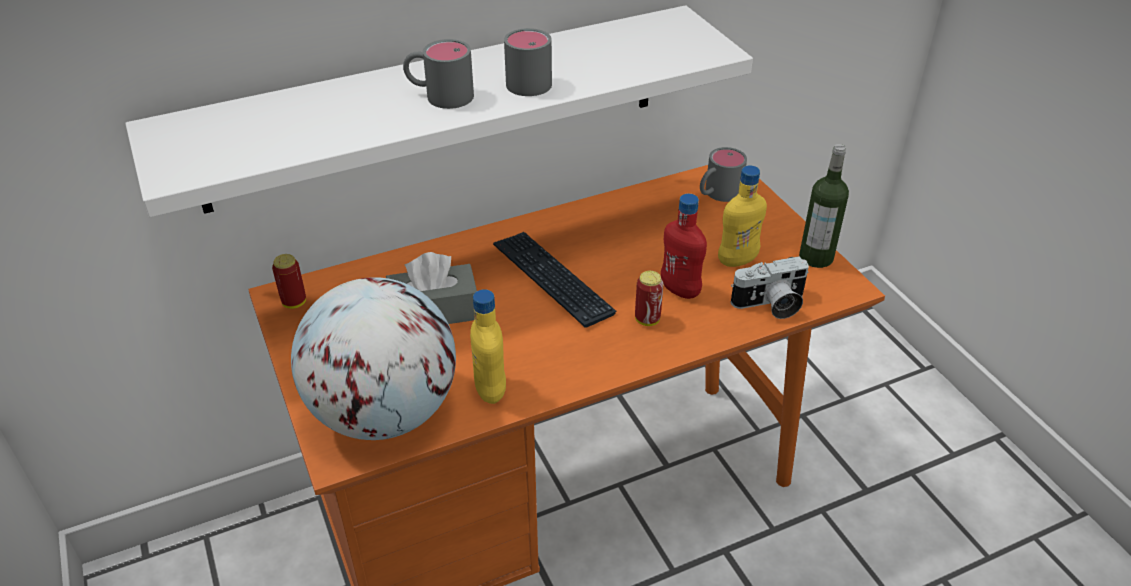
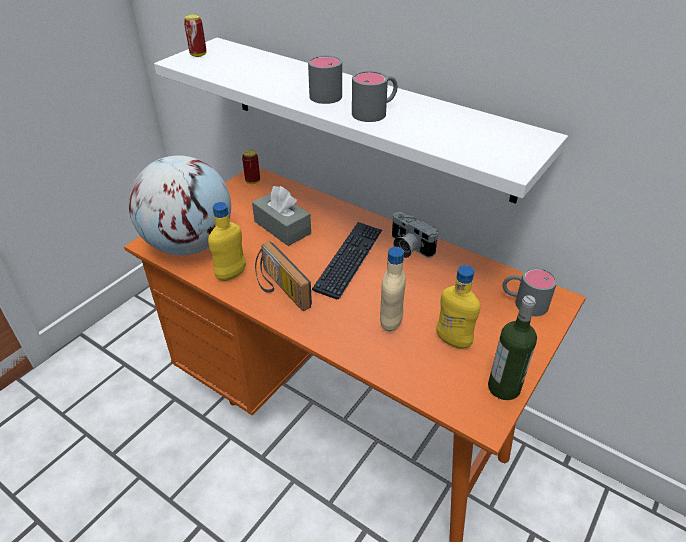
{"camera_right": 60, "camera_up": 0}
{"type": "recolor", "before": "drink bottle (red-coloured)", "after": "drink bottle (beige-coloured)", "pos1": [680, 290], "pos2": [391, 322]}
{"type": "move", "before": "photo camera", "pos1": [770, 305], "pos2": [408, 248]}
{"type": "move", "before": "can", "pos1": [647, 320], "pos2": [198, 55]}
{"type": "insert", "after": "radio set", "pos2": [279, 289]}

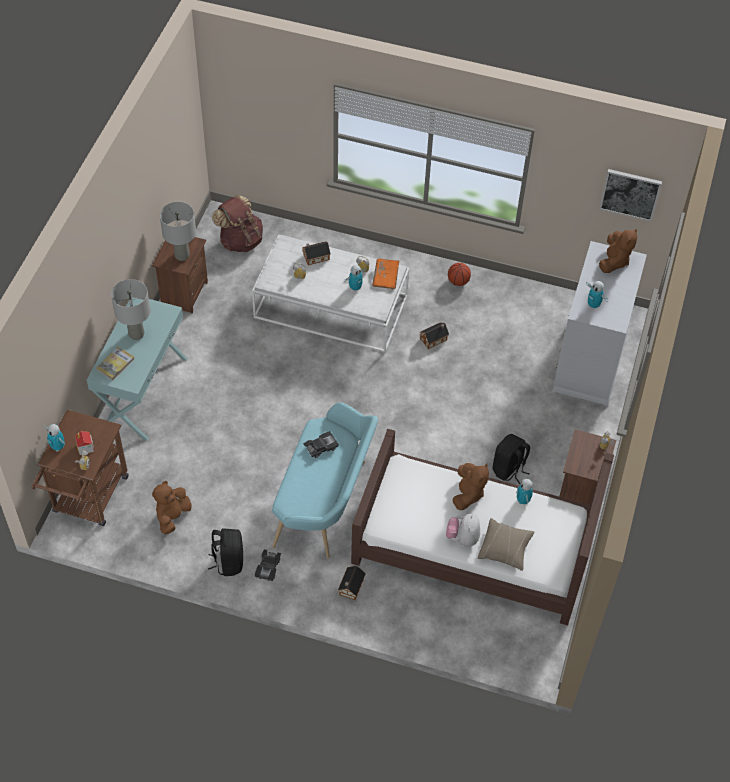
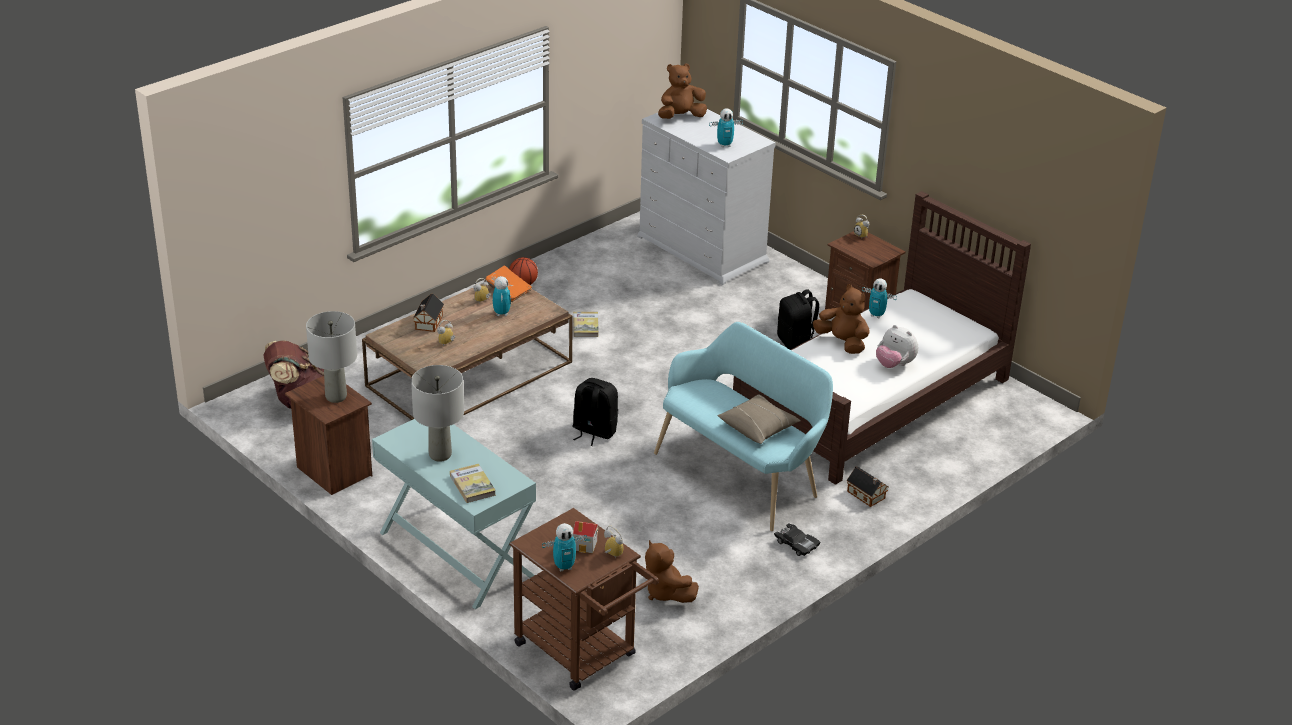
{"camera_right": -60, "camera_up": -20}
{"type": "delete", "before": "wall picture", "pos1": [630, 194]}
{"type": "rotate", "before": "plush toy (brown-coloured)", "pos1": [614, 261], "pos2": [681, 117], "turn": -75}
{"type": "recolor", "before": "low table (whitish)", "after": "low table (brown-coloured)", "pos1": [330, 306], "pos2": [469, 375]}
{"type": "replace", "before": "miniature house", "after": "volume", "pos1": [434, 339], "pos2": [585, 326]}
{"type": "delete", "before": "miniature car (blackish)", "pos1": [321, 447]}
{"type": "move", "before": "cushion (beige-coloured)", "pos1": [505, 549], "pos2": [758, 427]}
{"type": "move", "before": "knapsack (blackish)", "pos1": [228, 561], "pos2": [593, 431]}

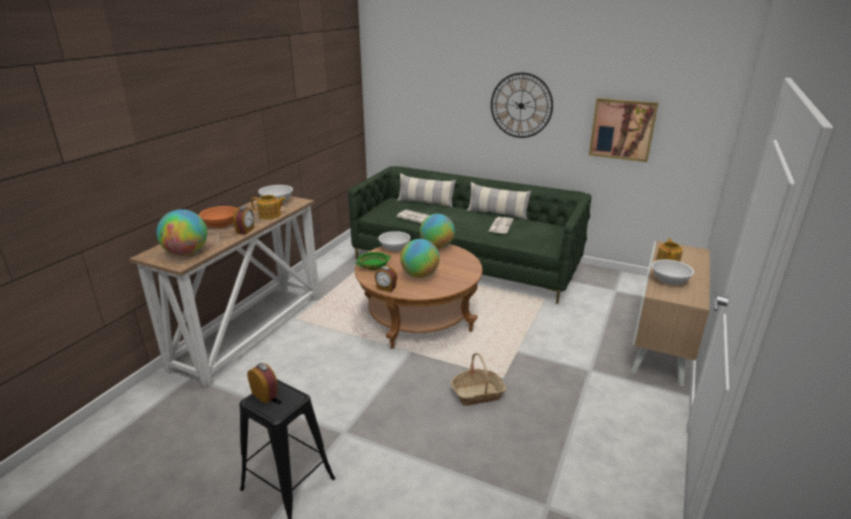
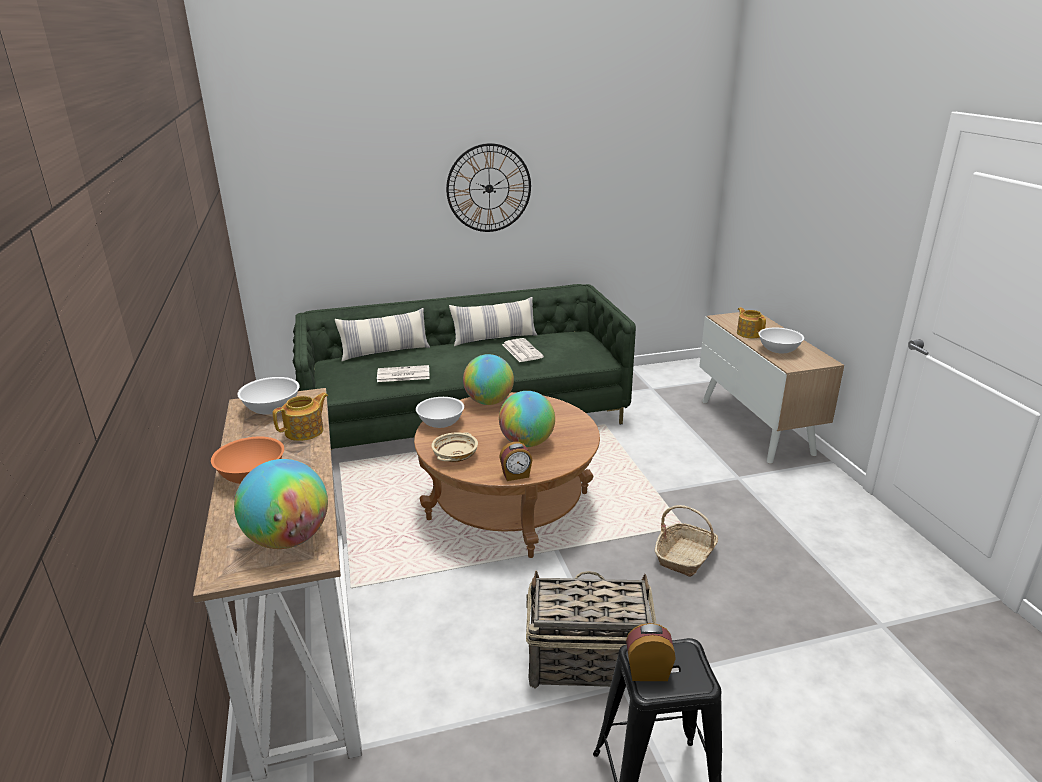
{"camera_right": -40, "camera_up": 0}
{"type": "delete", "before": "wall picture", "pos1": [622, 129]}
{"type": "delete", "before": "table clock", "pos1": [245, 231]}
{"type": "recolor", "before": "deep dish (green-coloured)", "after": "deep dish (beige-coloured)", "pos1": [373, 267], "pos2": [455, 456]}
{"type": "insert", "after": "household basket", "pos2": [587, 661]}

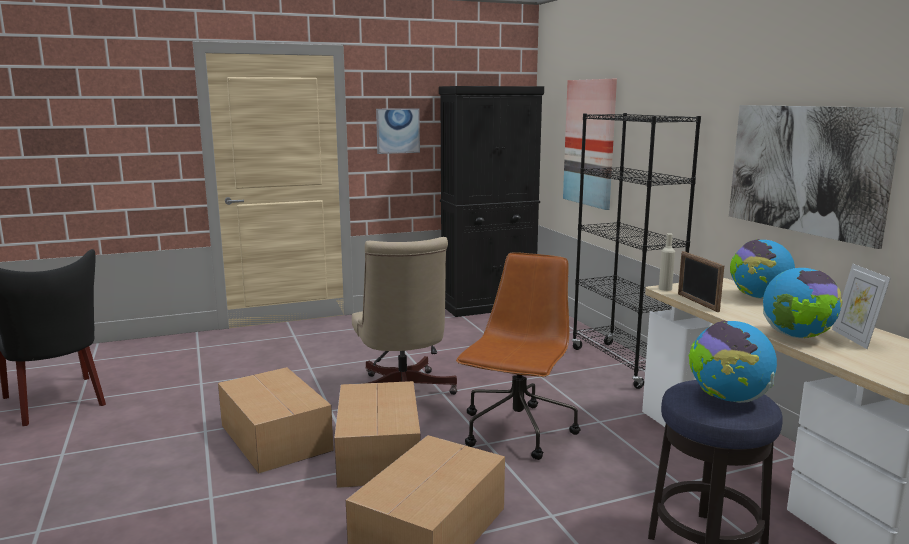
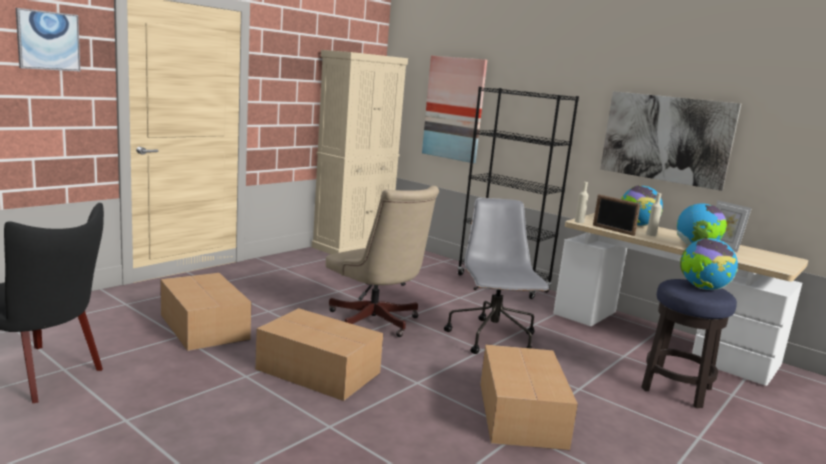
{"camera_right": -30, "camera_up": 0}
{"type": "recolor", "before": "cupboard (blackish)", "after": "cupboard (beige-coloured)", "pos1": [488, 305], "pos2": [353, 246]}
{"type": "move", "before": "wall picture", "pos1": [397, 131], "pos2": [48, 40]}
{"type": "recolor", "before": "office chair (brown-coloured)", "after": "office chair (gray)", "pos1": [517, 432], "pos2": [493, 339]}
{"type": "move", "before": "packing box", "pos1": [379, 452], "pos2": [204, 326]}
{"type": "insert", "after": "drink bottle (beige-coloured)", "pos2": [651, 234]}

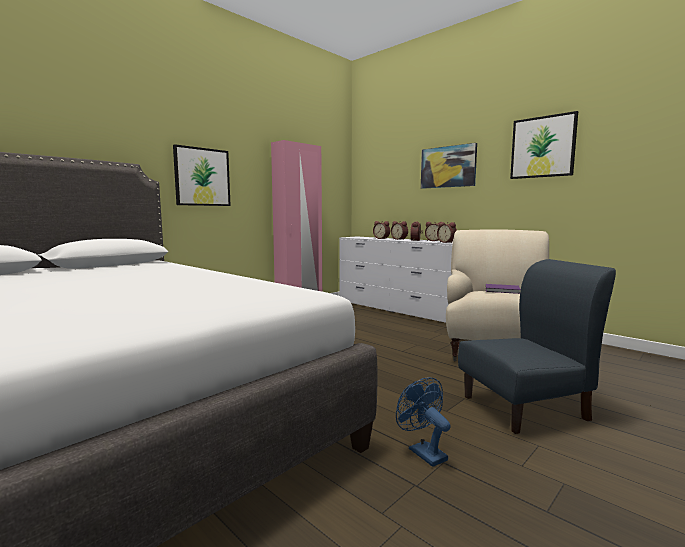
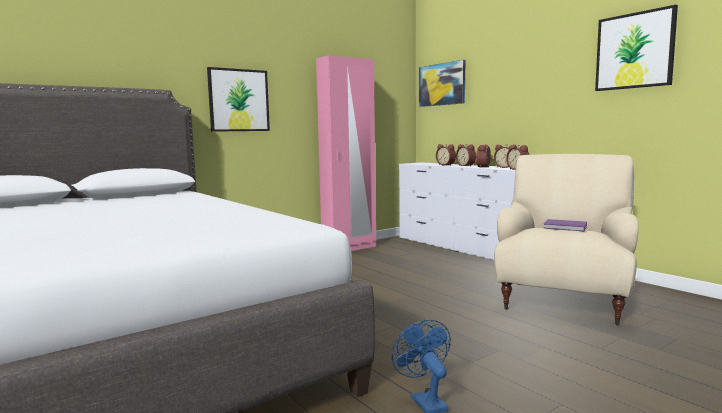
{"camera_right": 10, "camera_up": 0}
{"type": "move", "before": "wall picture", "pos1": [448, 167], "pos2": [442, 84]}
{"type": "delete", "before": "upright chair (bluish)", "pos1": [525, 408]}

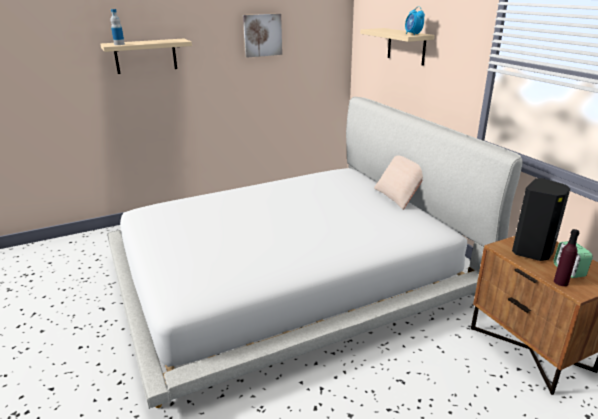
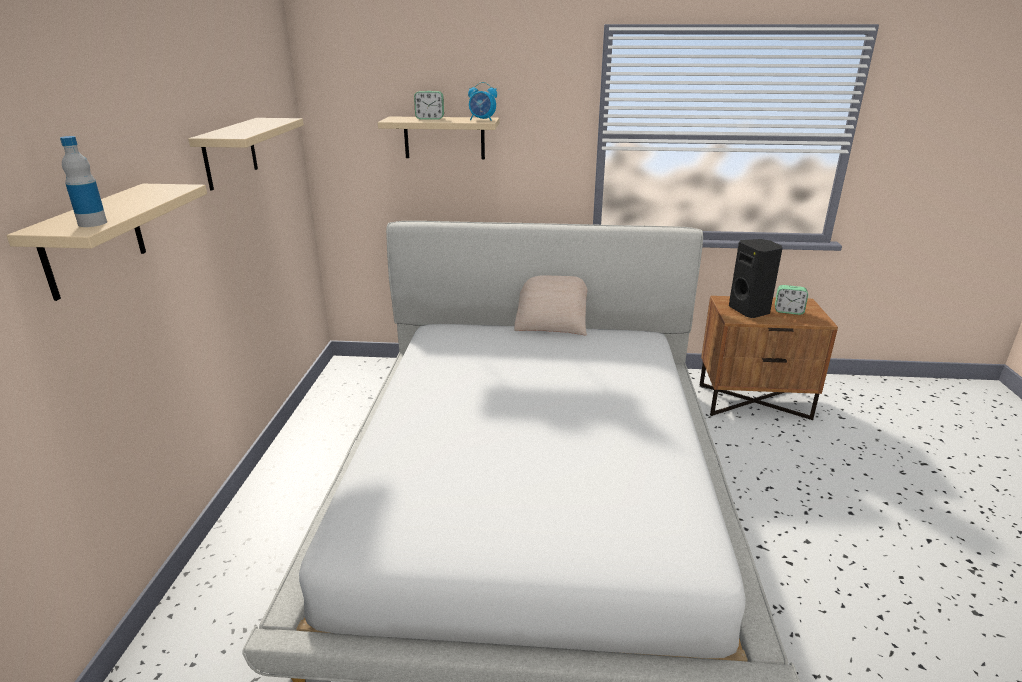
{"camera_right": -60, "camera_up": 0}
{"type": "replace", "before": "wall picture", "after": "wall shelf (beige-coloured)", "pos1": [262, 35], "pos2": [230, 153]}
{"type": "delete", "before": "drink bottle (purplish)", "pos1": [561, 282]}
{"type": "insert", "after": "table clock", "pos2": [430, 118]}

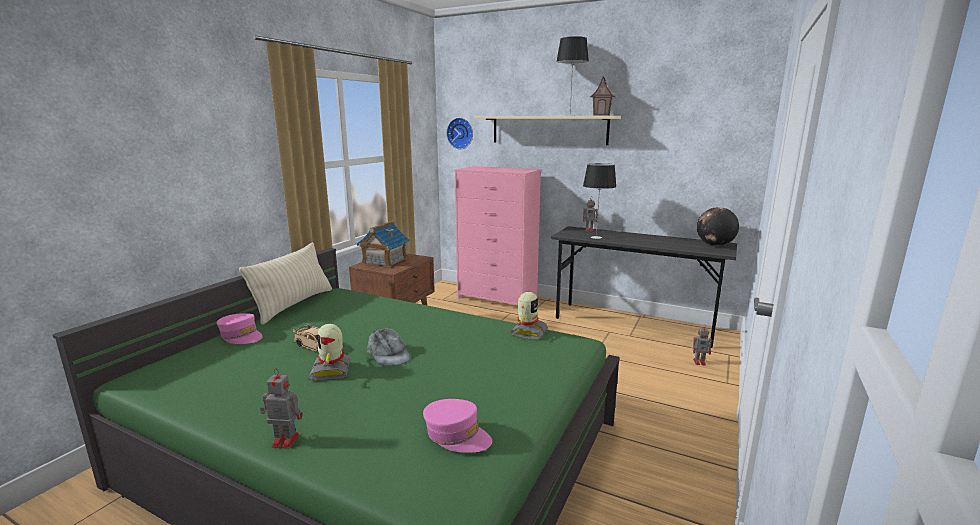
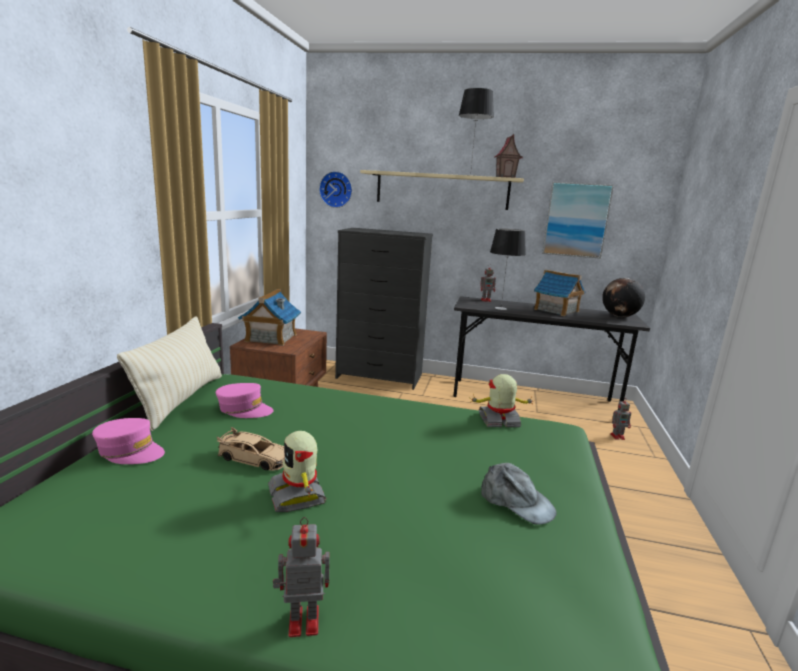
{"camera_right": -15, "camera_up": 0}
{"type": "recolor", "before": "dresser (pinkish)", "after": "dresser (blackish)", "pos1": [498, 298], "pos2": [380, 376]}
{"type": "rotate", "before": "robot figure", "pos1": [528, 332], "pos2": [499, 420], "turn": -105}
{"type": "move", "before": "peaked cap (gray)", "pos1": [388, 354], "pos2": [516, 502]}
{"type": "move", "before": "peaked cap (pinkish)", "pos1": [457, 435], "pos2": [244, 409]}
{"type": "insert", "after": "wall picture", "pos2": [576, 220]}
{"type": "insert", "after": "miniature house", "pos2": [556, 310]}

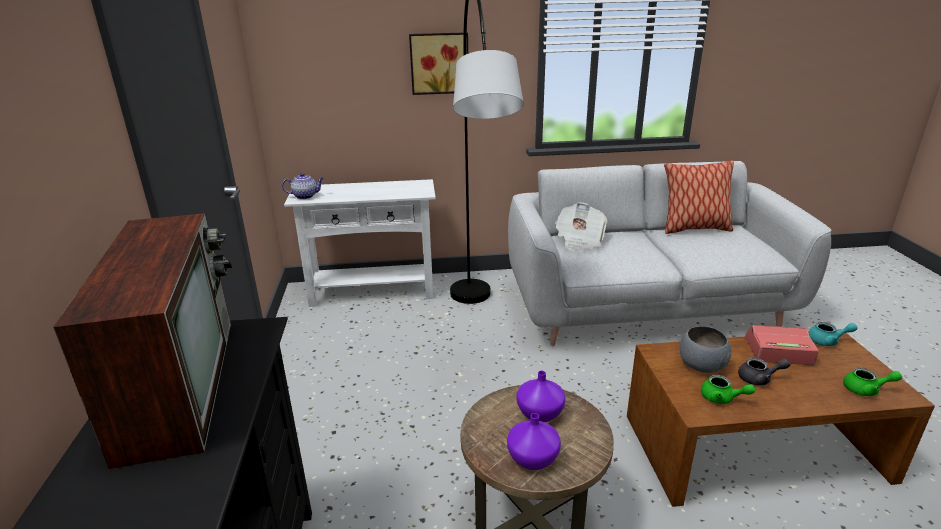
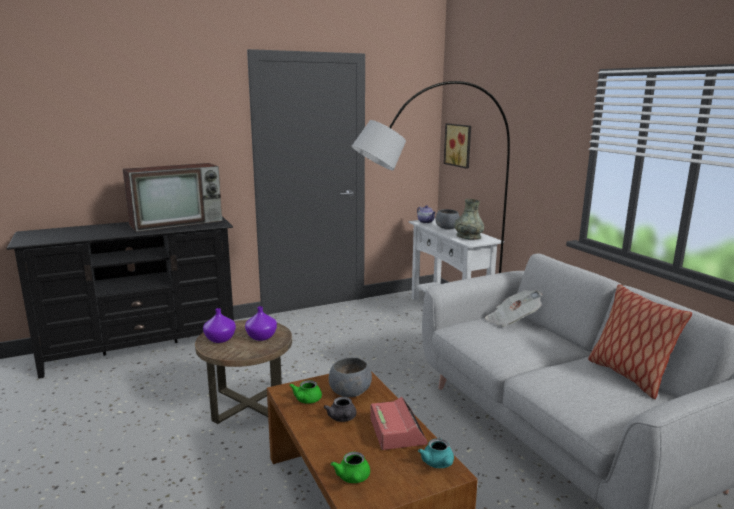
{"camera_right": 70, "camera_up": -10}
{"type": "move", "before": "wall picture", "pos1": [439, 63], "pos2": [459, 145]}
{"type": "insert", "after": "flower vase (gray)", "pos2": [468, 237]}
{"type": "insert", "after": "deep dish (gray)", "pos2": [447, 228]}

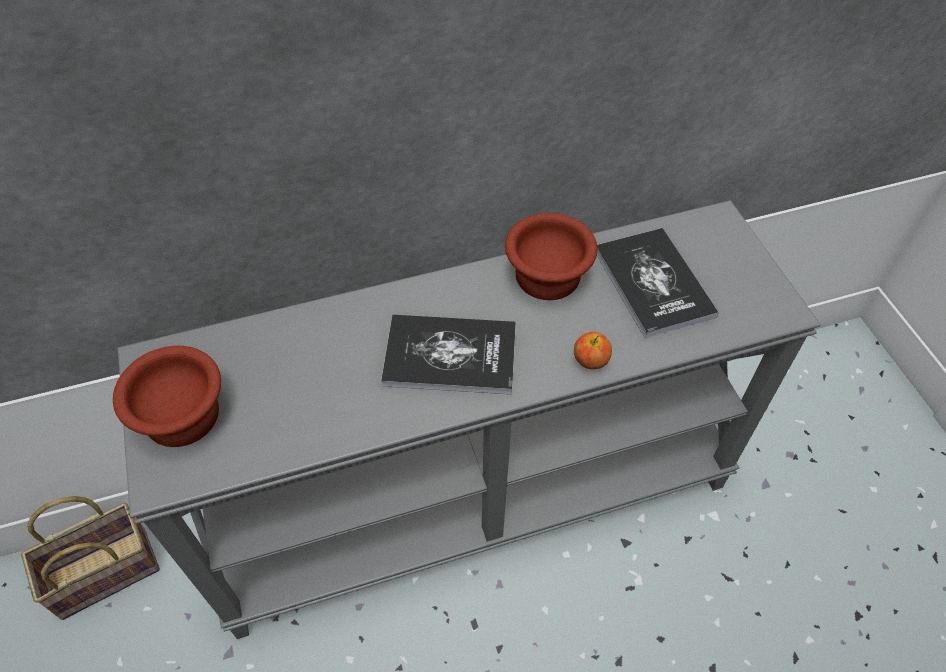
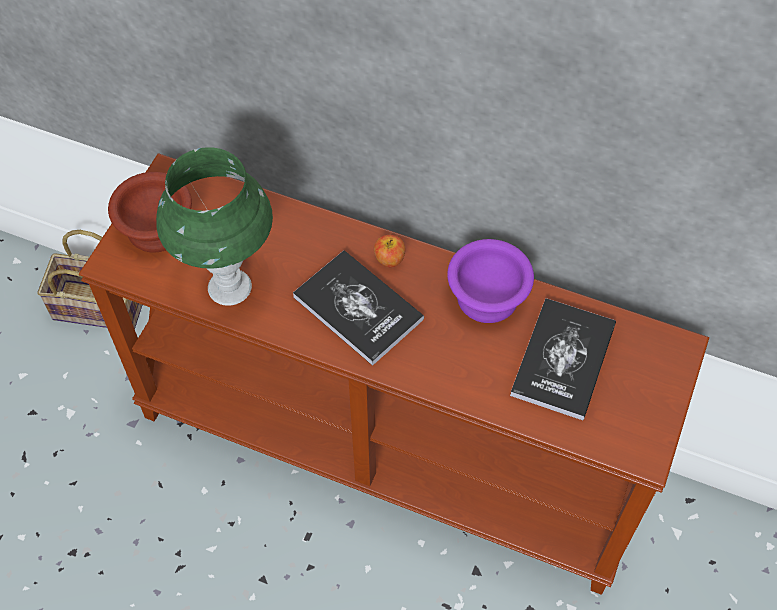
{"camera_right": 40, "camera_up": 5}
{"type": "recolor", "before": "console table (gray)", "after": "console table (brown-coloured)", "pos1": [473, 495], "pos2": [391, 444]}
{"type": "recolor", "before": "deep dish (brown-coloured)", "after": "deep dish (purplish)", "pos1": [545, 277], "pos2": [484, 297]}
{"type": "move", "before": "apple fruit", "pos1": [590, 361], "pos2": [389, 259]}
{"type": "insert", "after": "tabletop lamp (green-coloured)", "pos2": [230, 288]}

